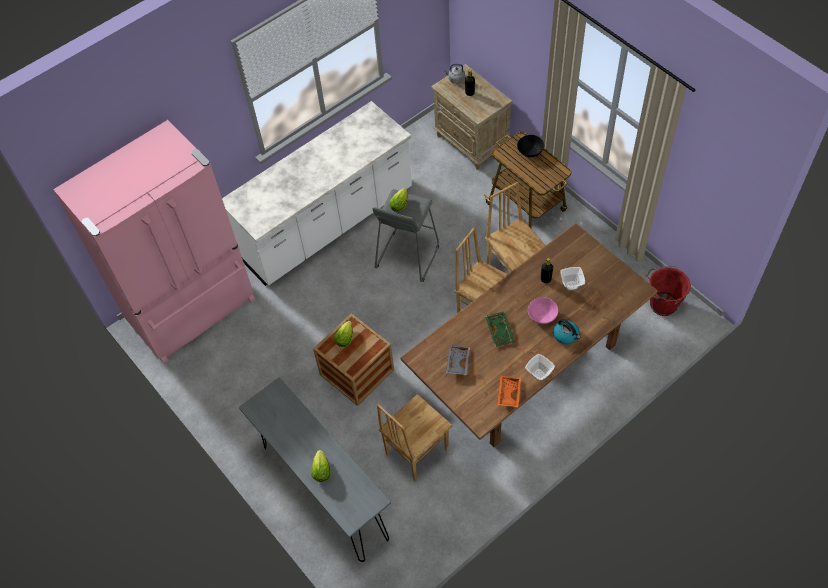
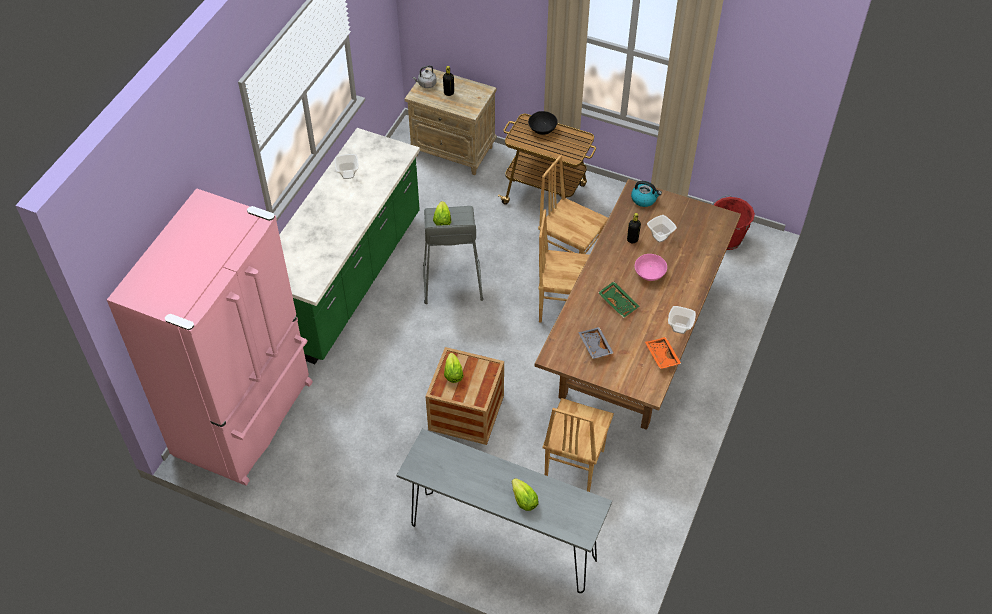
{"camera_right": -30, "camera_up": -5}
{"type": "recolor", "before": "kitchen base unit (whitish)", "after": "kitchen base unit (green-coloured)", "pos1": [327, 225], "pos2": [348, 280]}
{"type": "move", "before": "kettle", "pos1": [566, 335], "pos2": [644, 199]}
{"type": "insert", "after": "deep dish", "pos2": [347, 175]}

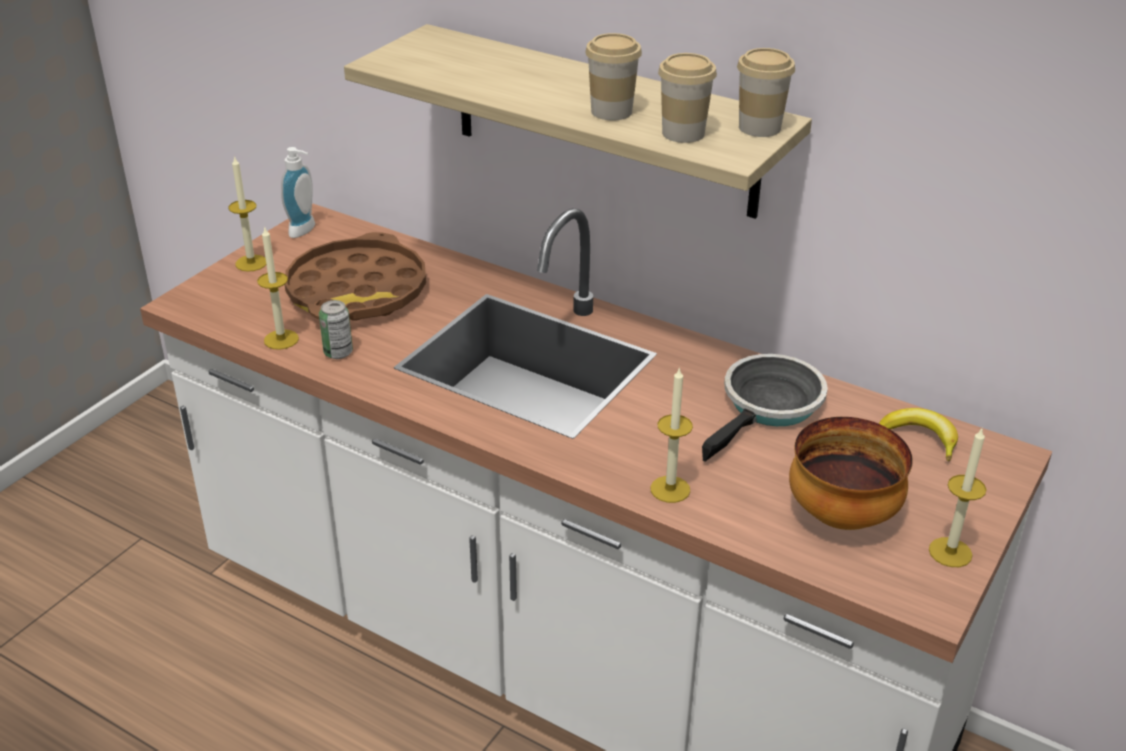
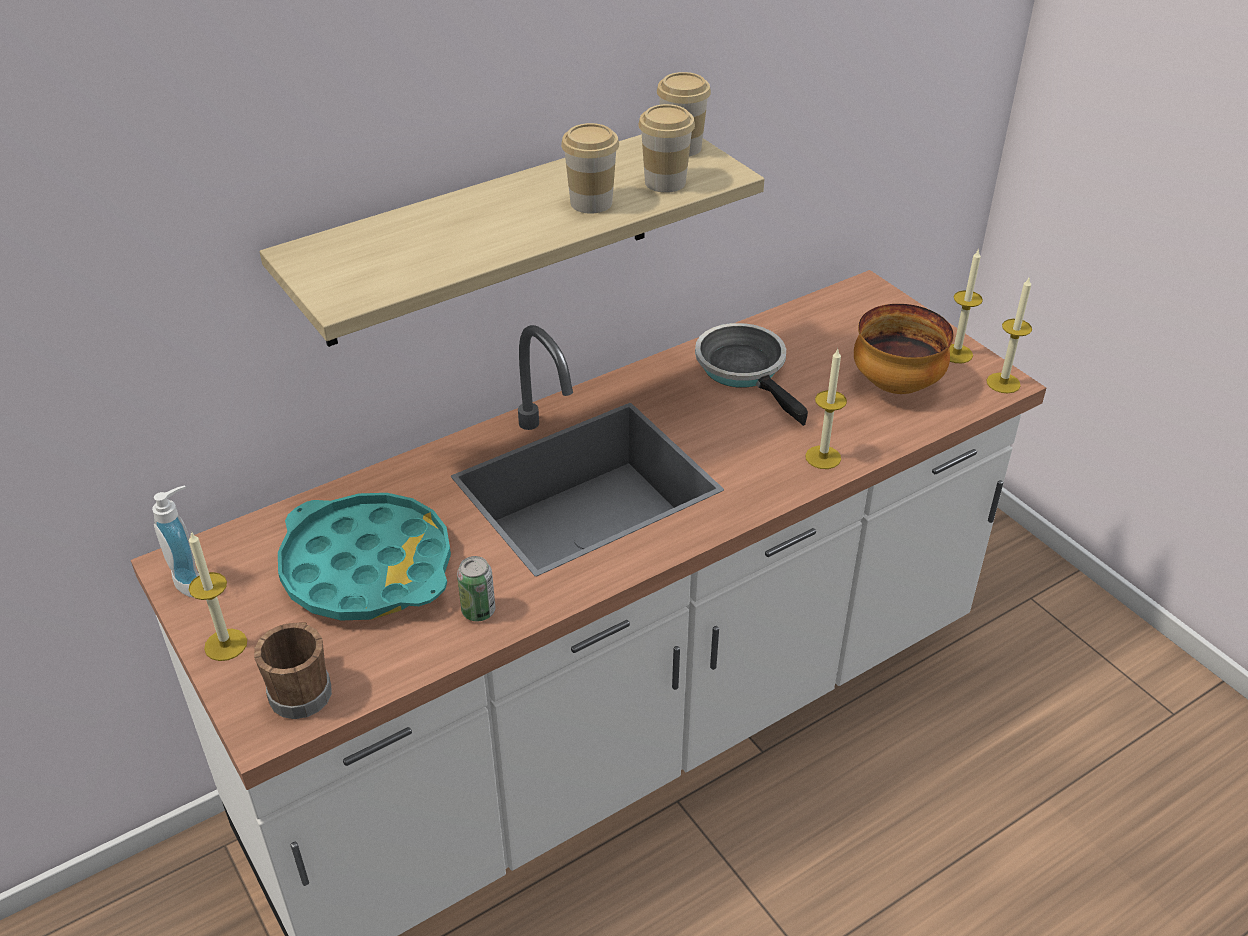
{"camera_right": -65, "camera_up": 5}
{"type": "move", "before": "wax light", "pos1": [281, 339], "pos2": [1003, 383]}
{"type": "recolor", "before": "tray (brown-coloured)", "after": "tray (blue-green)", "pos1": [357, 291], "pos2": [367, 568]}
{"type": "delete", "before": "banana fruit", "pos1": [920, 437]}
{"type": "insert", "after": "coffee mug (brown-coloured)", "pos2": [302, 689]}

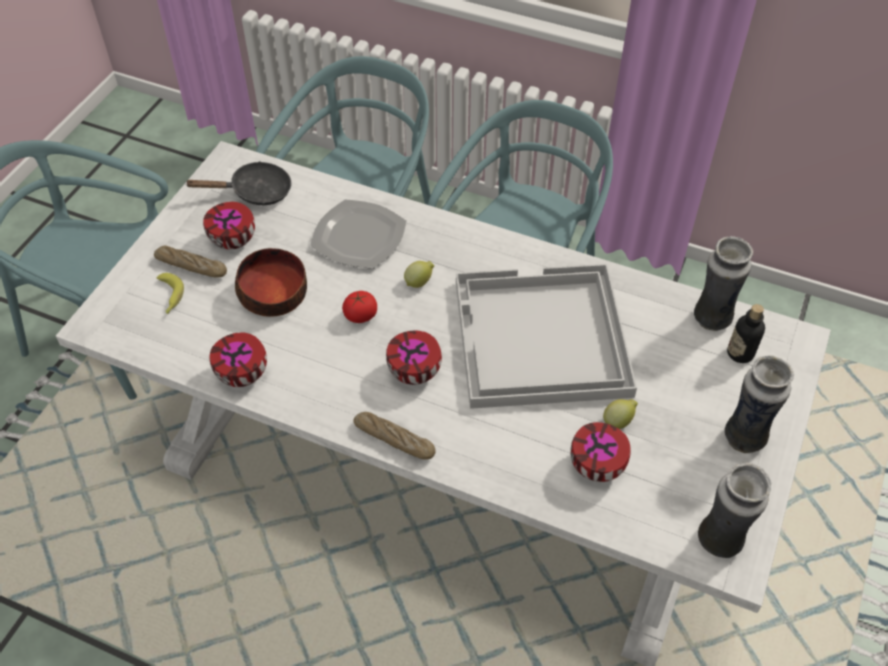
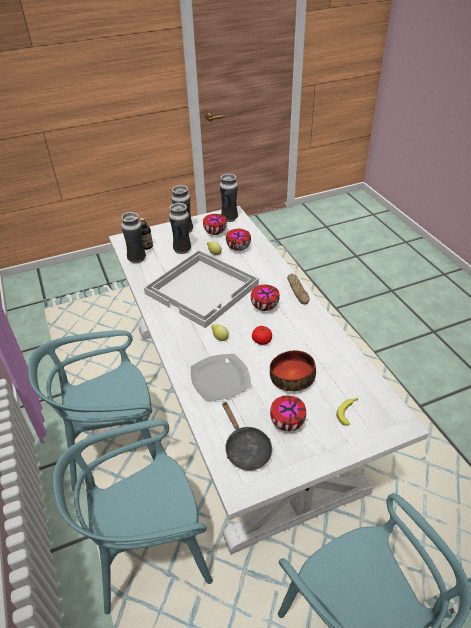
{"camera_right": -135, "camera_up": -10}
{"type": "rotate", "before": "skillet (blackish)", "pos1": [255, 192], "pos2": [245, 448], "turn": -150}
{"type": "delete", "before": "baked bread", "pos1": [191, 267]}
{"type": "move", "before": "deep dish", "pos1": [244, 374], "pos2": [215, 232]}
{"type": "insert", "after": "flower vase", "pos2": [182, 249]}

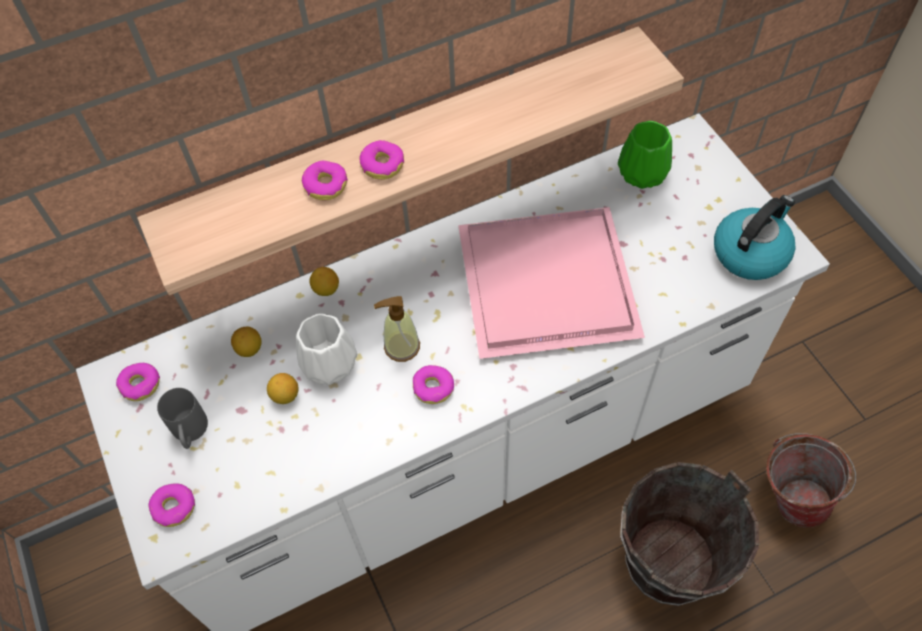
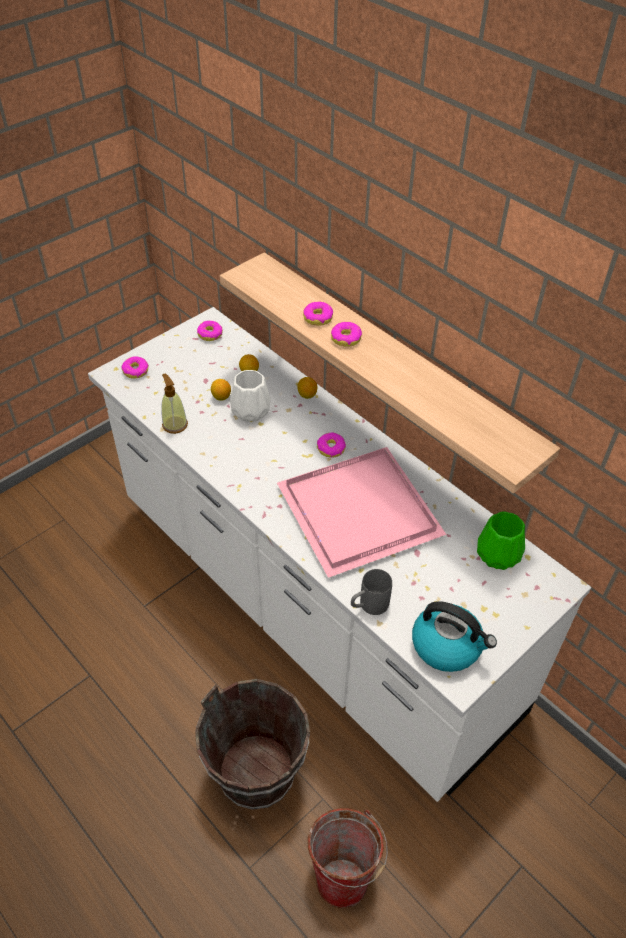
{"camera_right": 70, "camera_up": -10}
{"type": "move", "before": "liquid soap bottle", "pos1": [401, 346], "pos2": [175, 424]}
{"type": "move", "before": "ring doughnut", "pos1": [433, 388], "pos2": [331, 448]}
{"type": "move", "before": "coffee mug (gray)", "pos1": [191, 433], "pos2": [368, 606]}

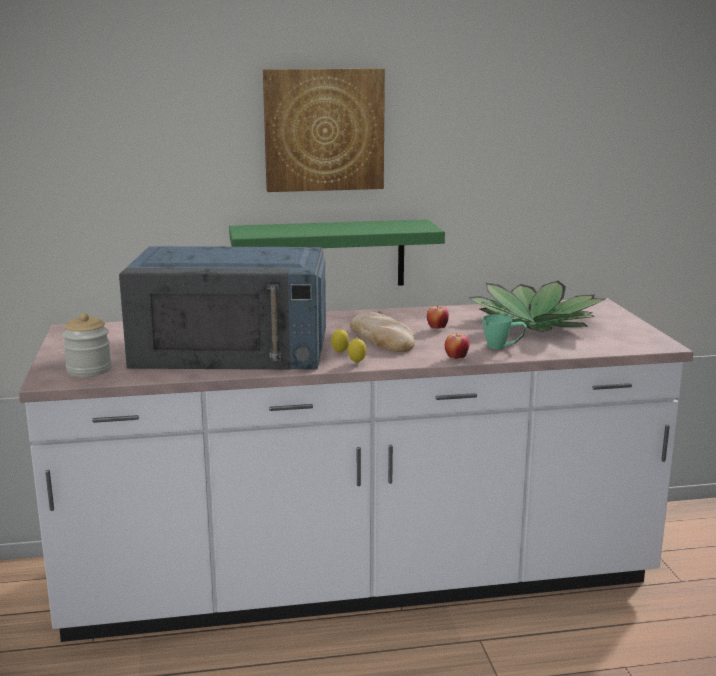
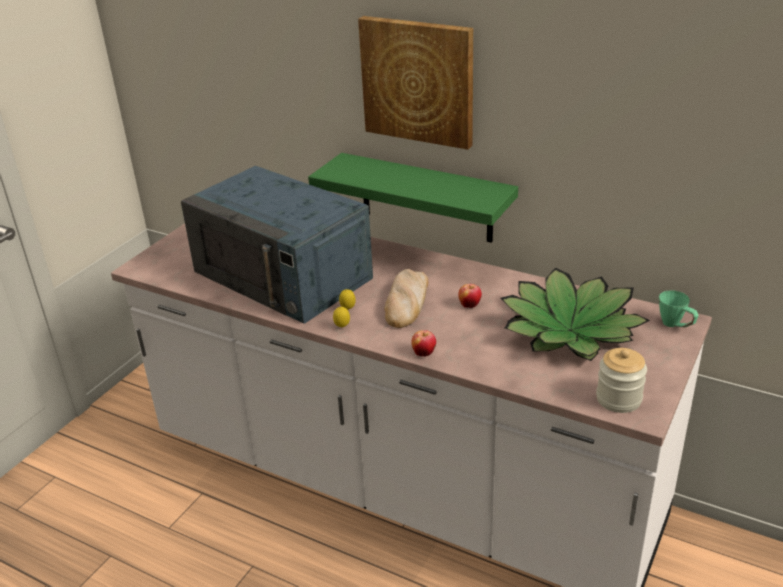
{"camera_right": 40, "camera_up": 15}
{"type": "move", "before": "jar", "pos1": [89, 370], "pos2": [618, 399]}
{"type": "move", "before": "coffee mug (green-coloured)", "pos1": [503, 348], "pos2": [676, 326]}

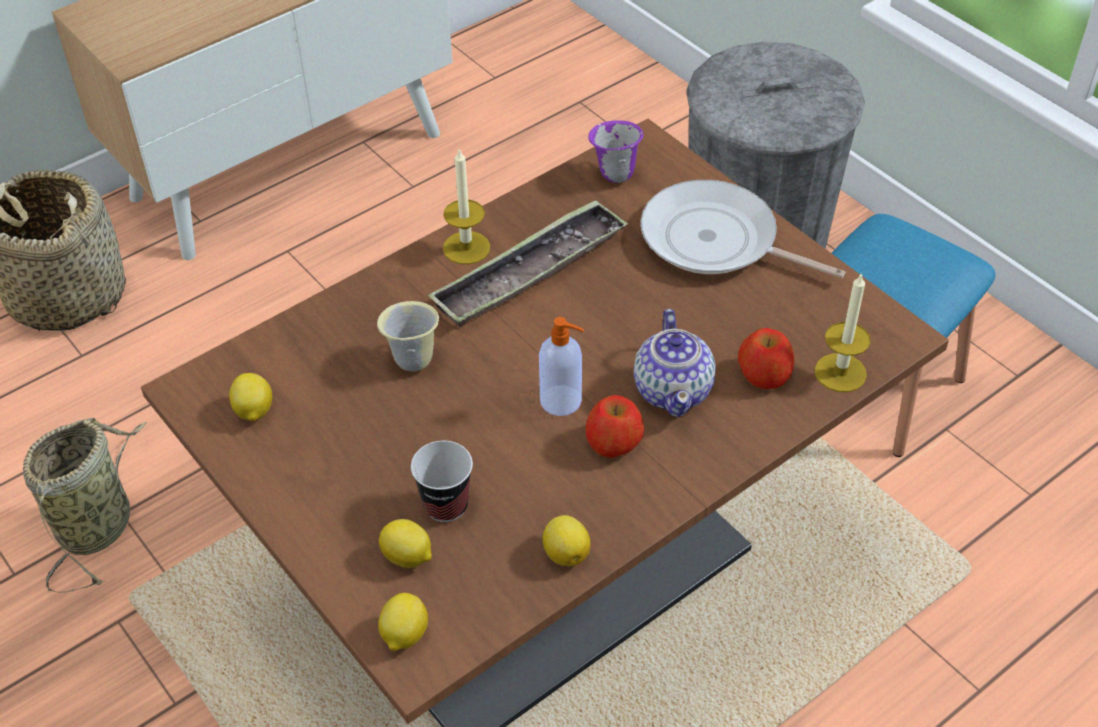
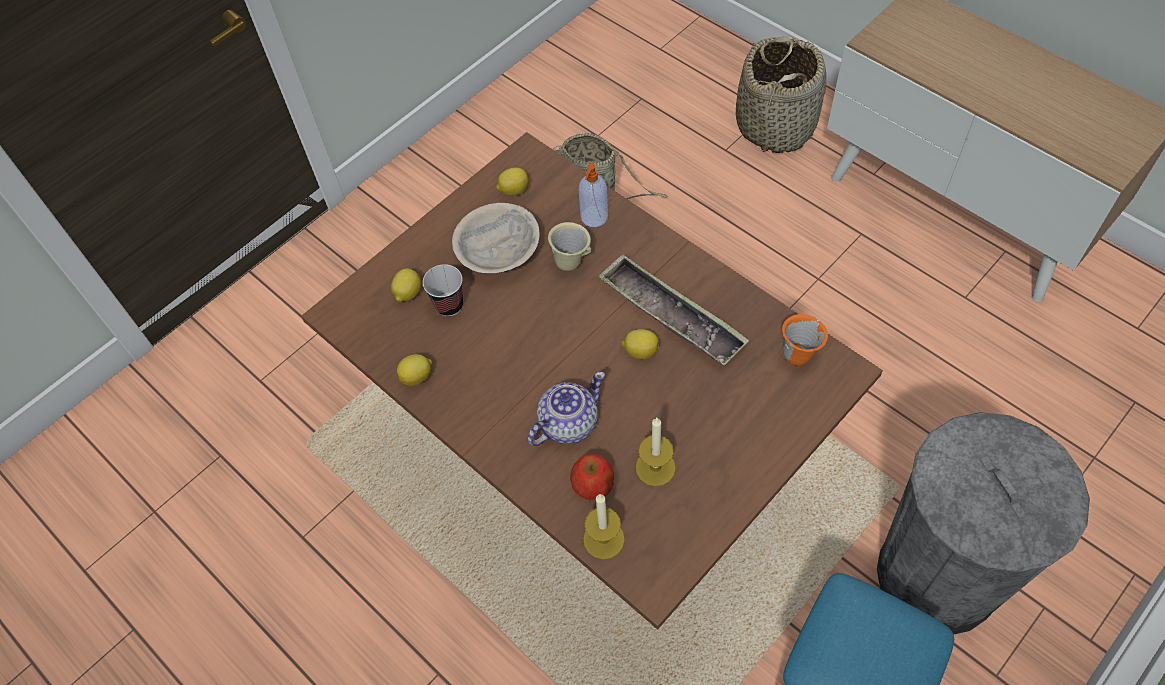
{"camera_right": 85, "camera_up": 10}
{"type": "recolor", "before": "coffee mug (purplish)", "after": "coffee mug (orange-coloured)", "pos1": [614, 174], "pos2": [799, 354]}
{"type": "move", "before": "wax light", "pos1": [466, 248], "pos2": [655, 467]}
{"type": "delete", "before": "skillet", "pos1": [716, 241]}
{"type": "rotate", "before": "tea pot", "pos1": [673, 390], "pos2": [567, 424], "turn": 150}
{"type": "move", "before": "liquid soap bottle", "pos1": [562, 401], "pos2": [594, 217]}
{"type": "delete", "before": "apple fruit", "pos1": [613, 442]}
{"type": "move", "before": "citrus fruit", "pos1": [404, 635], "pos2": [640, 351]}
{"type": "insert", "after": "deep dish (beige-coloured)", "pos2": [499, 252]}

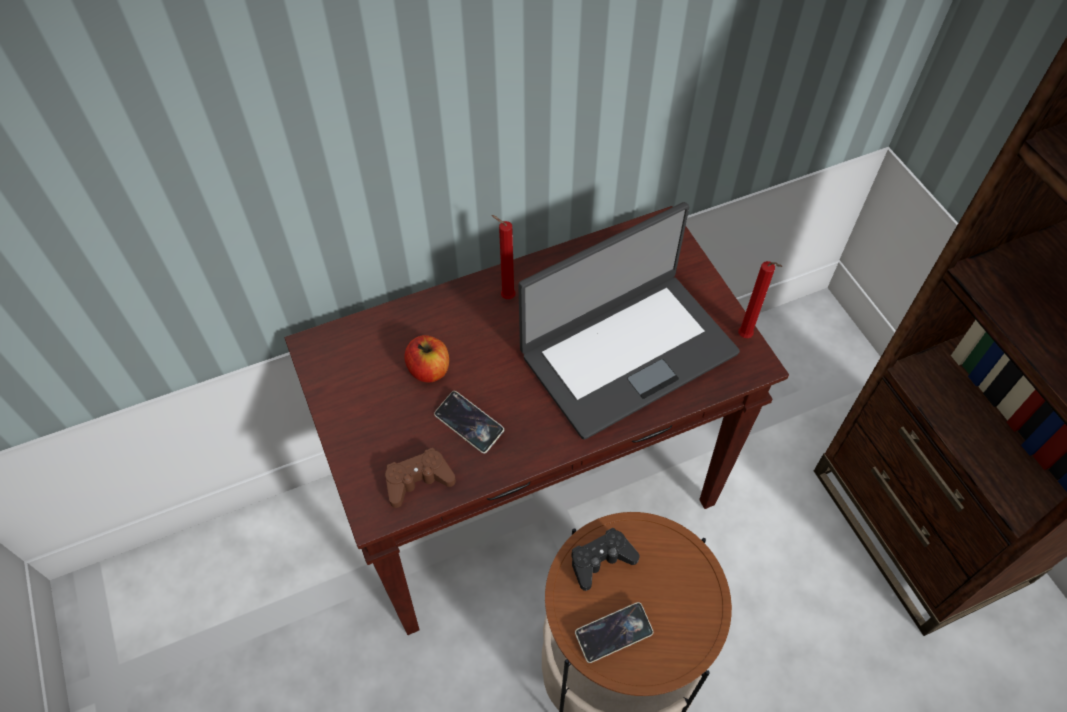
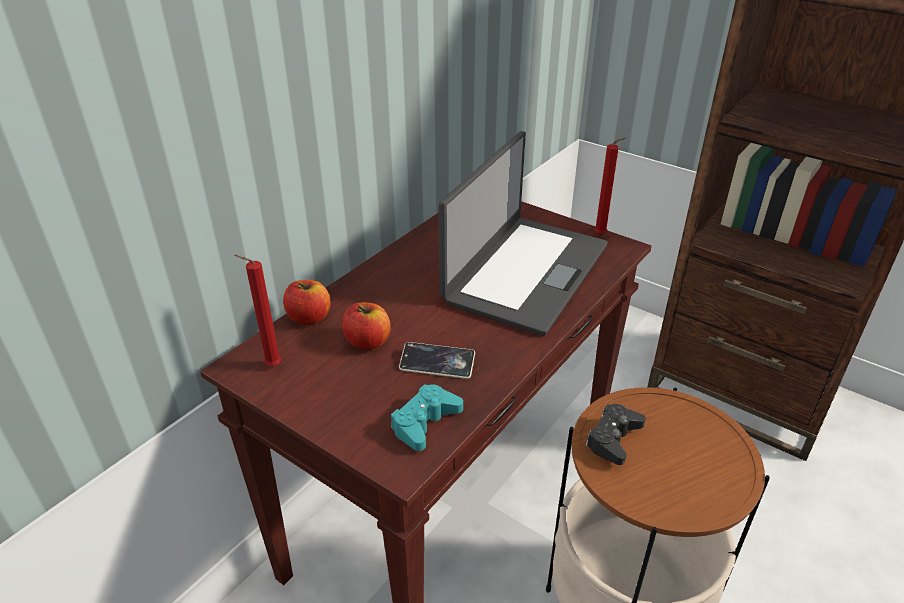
{"camera_right": -30, "camera_up": -20}
{"type": "move", "before": "wax light (red-coloured)", "pos1": [505, 296], "pos2": [270, 366]}
{"type": "recolor", "before": "game controller (brown-coloured)", "after": "game controller (blue-green)", "pos1": [418, 480], "pos2": [425, 422]}
{"type": "delete", "before": "telephone", "pos1": [613, 634]}
{"type": "insert", "after": "apple fruit", "pos2": [309, 317]}

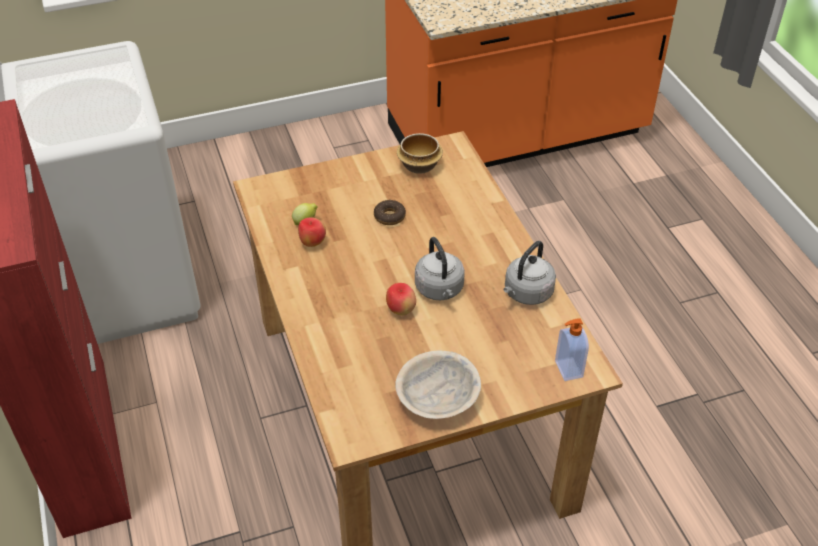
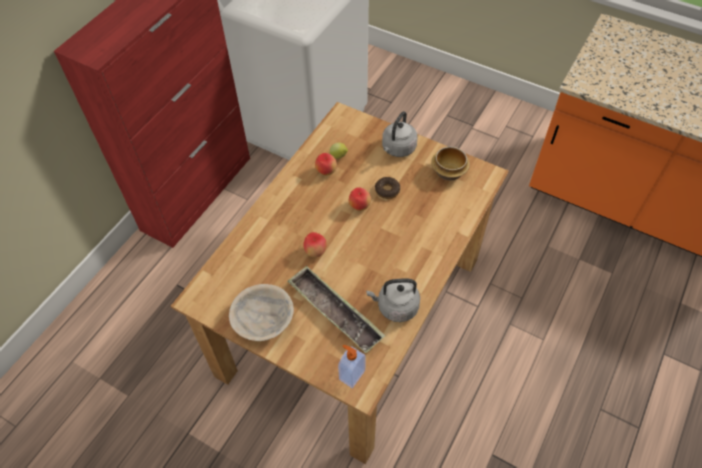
{"camera_right": 50, "camera_up": 10}
{"type": "move", "before": "kettle (gray)", "pos1": [440, 290], "pos2": [398, 149]}
{"type": "insert", "after": "apple fruit", "pos2": [359, 206]}
{"type": "insert", "after": "tray", "pos2": [335, 312]}

